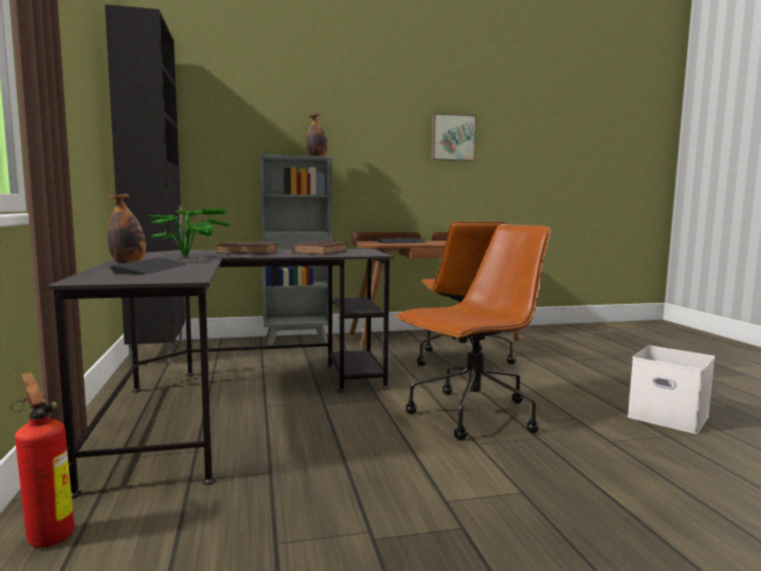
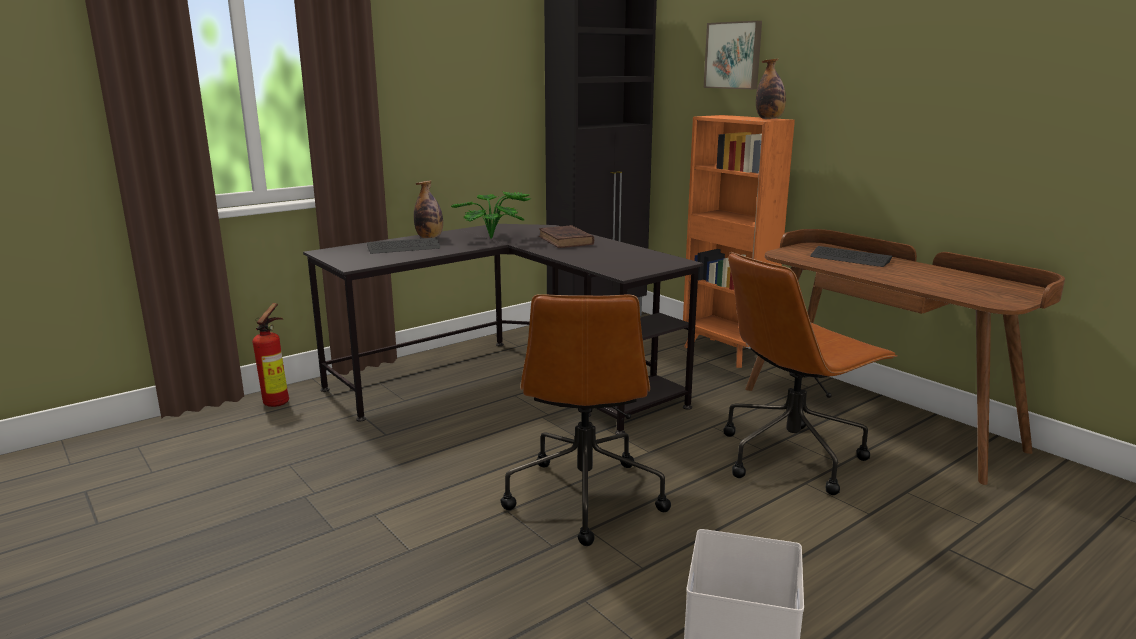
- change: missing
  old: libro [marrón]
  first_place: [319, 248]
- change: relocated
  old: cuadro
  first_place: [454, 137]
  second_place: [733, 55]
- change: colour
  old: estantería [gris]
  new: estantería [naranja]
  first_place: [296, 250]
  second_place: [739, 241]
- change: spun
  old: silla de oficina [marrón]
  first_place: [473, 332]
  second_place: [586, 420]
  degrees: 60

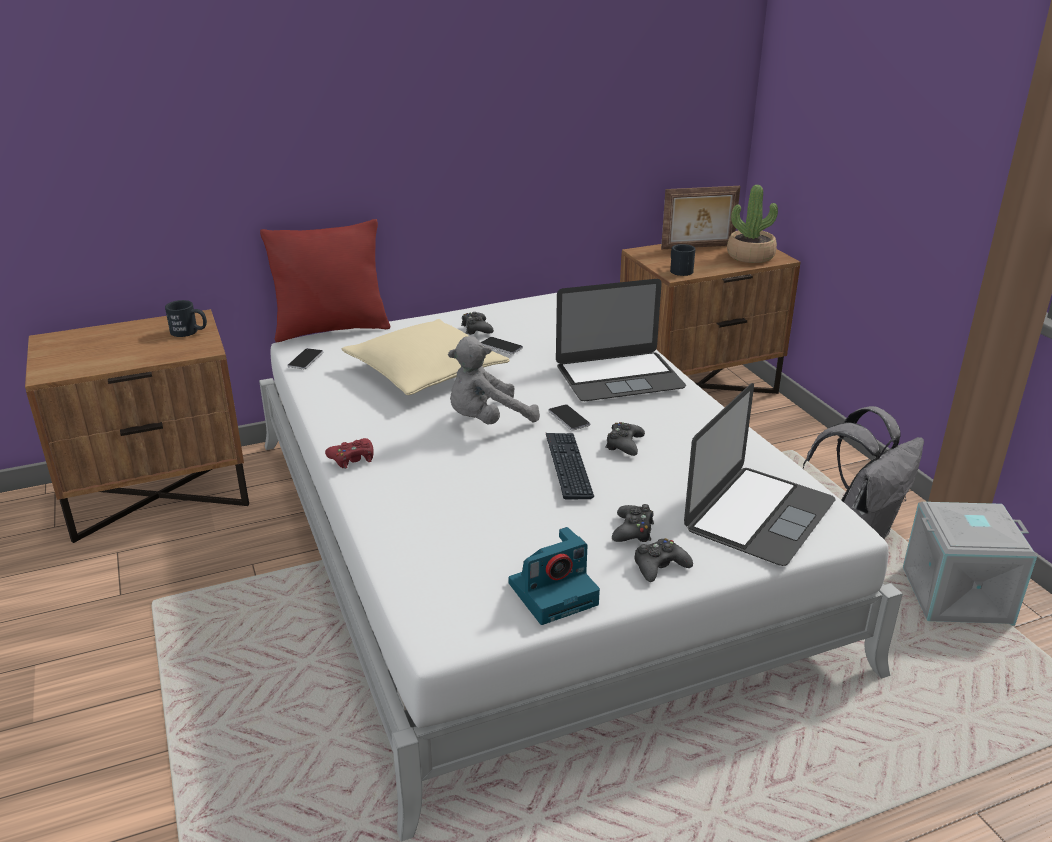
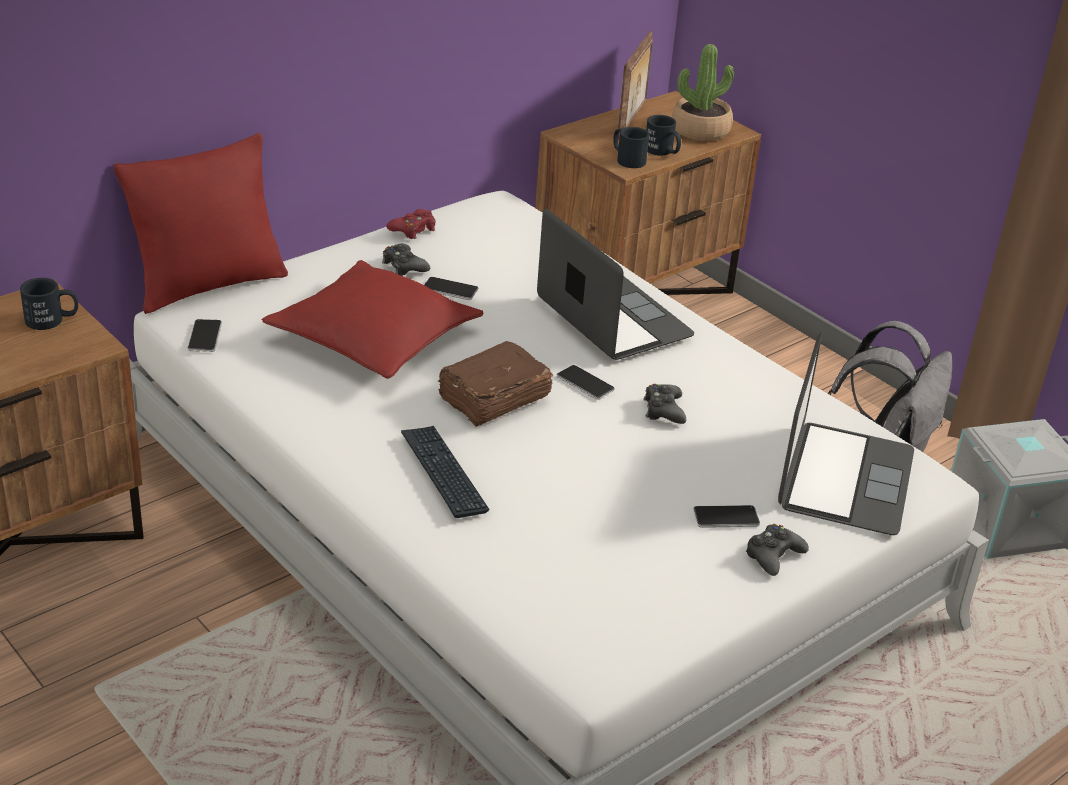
- change: missing
  old: cámara
  first_place: [554, 576]
- change: appeared
  new: taza grande [negro]
  second_place: [663, 135]
- change: relocated
  old: mando de consola [rojo]
  first_place: [349, 453]
  second_place: [410, 224]
- change: relocated
  old: teclado
  first_place: [570, 466]
  second_place: [445, 472]
- change: exchanged
  old: peluche [gris]
  new: libro [marrón]
  first_place: [494, 380]
  second_place: [495, 384]
- change: exchanged
  old: mando de consola [negro]
  new: móvil
  first_place: [633, 523]
  second_place: [726, 516]
- change: colour
  old: cojín [beis]
  new: cojín [rojo]
  first_place: [425, 357]
  second_place: [373, 319]
- change: spun
  old: portátil
  first_place: [621, 340]
  second_place: [615, 284]
  degrees: -90
- change: spun
  old: portarretratos
  first_place: [700, 217]
  second_place: [635, 85]
  degrees: -45

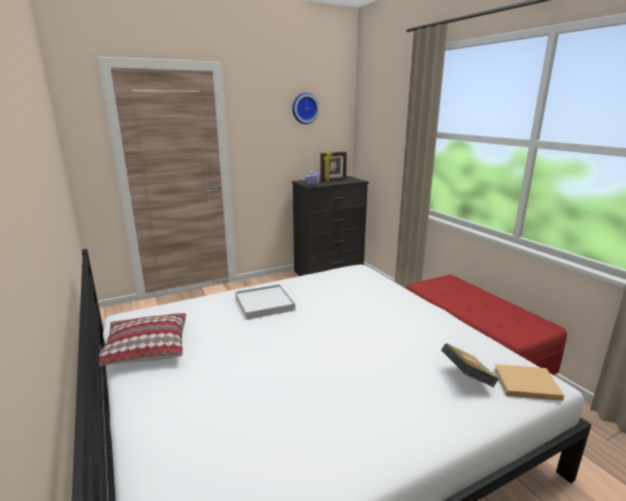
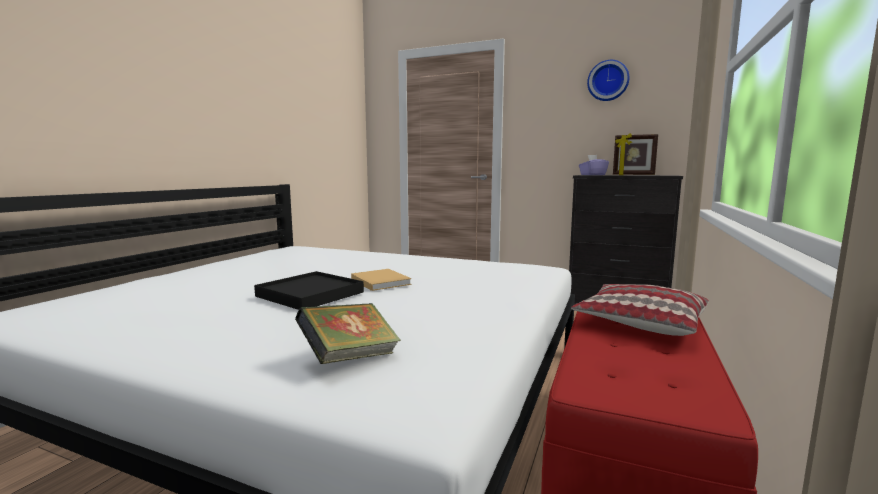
- change: missing
  old: bandeja [blanco]
  first_place: [265, 302]
- change: appeared
  new: bandeja [negro]
  second_place: [309, 290]
- change: relocated
  old: cojín
  first_place: [142, 339]
  second_place: [640, 310]
- change: relocated
  old: libro [beis]
  first_place: [529, 382]
  second_place: [381, 280]

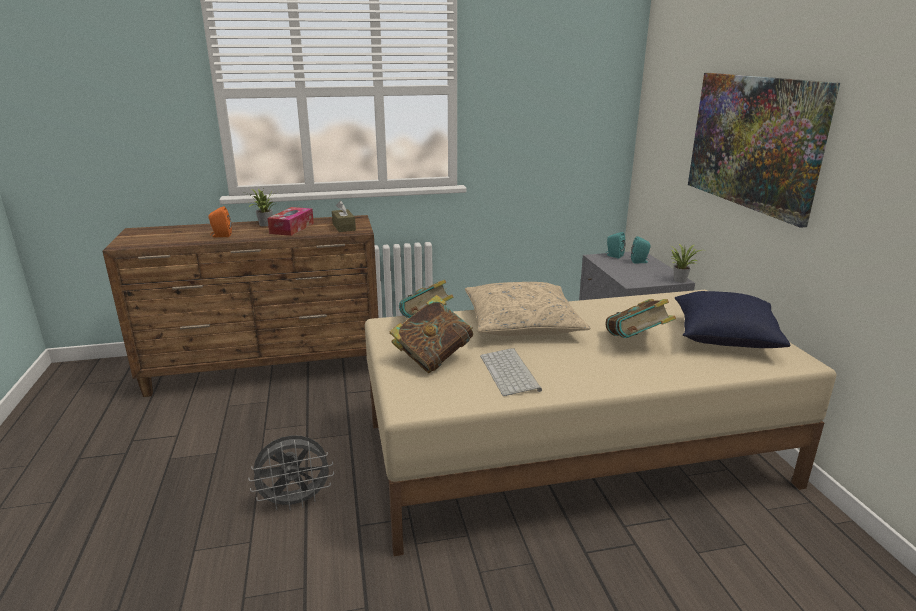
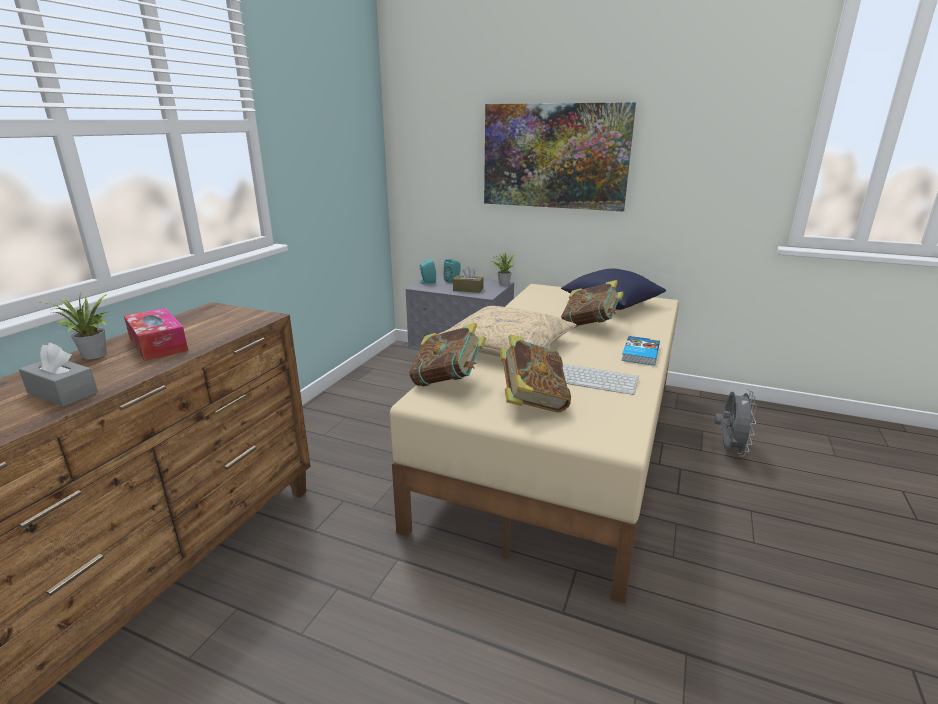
- change: appeared
  new: libro
  second_place: [641, 351]
- change: relocated
  old: ventilador [gris]
  first_place: [291, 473]
  second_place: [735, 422]
- change: relocated
  old: caja de pañuelos [marrón]
  first_place: [344, 216]
  second_place: [468, 280]
- change: exchanged
  old: altavoz [naranja]
  new: caja de pañuelos [gris]
  first_place: [220, 221]
  second_place: [58, 375]

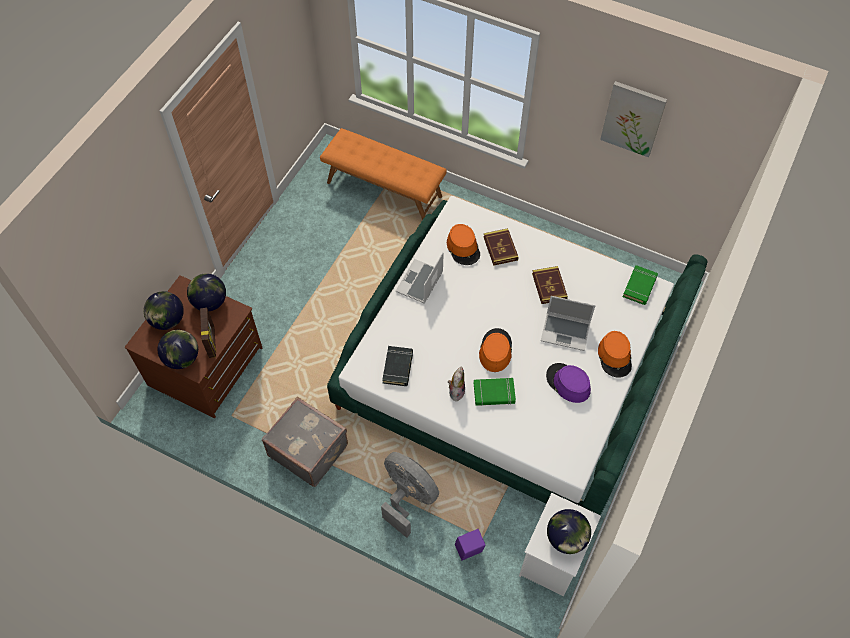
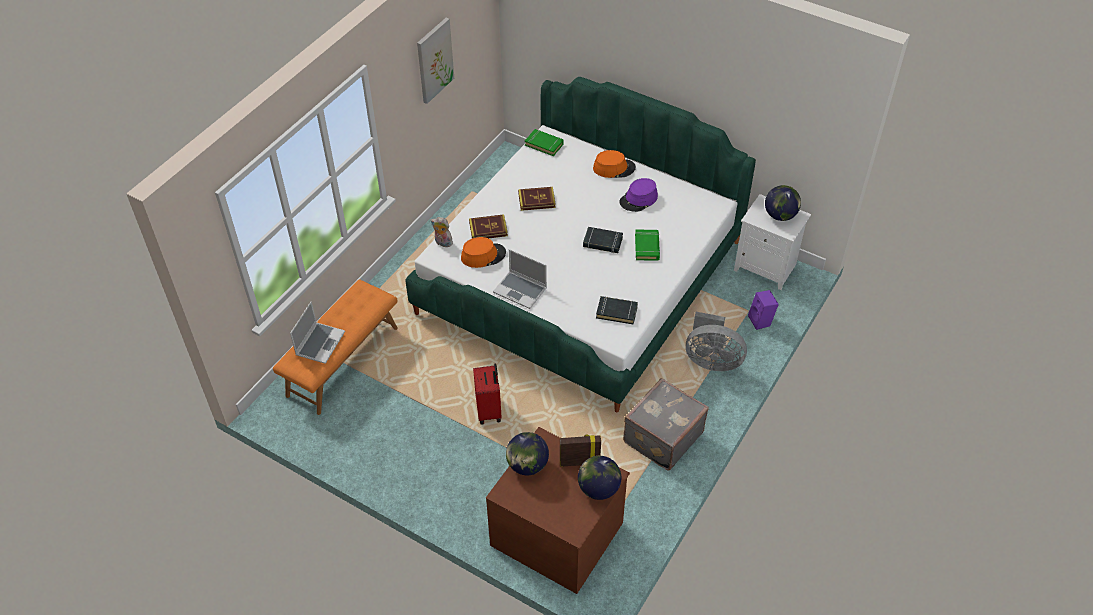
- change: missing
  old: globo terráqueo
  first_place: [164, 310]
- change: appeared
  new: maleta [rojo]
  second_place: [487, 394]
- change: relocated
  old: peluche
  first_place: [456, 383]
  second_place: [442, 232]
- change: relocated
  old: portátil
  first_place: [568, 323]
  second_place: [317, 332]
- change: exchanged
  old: sombrero [naranja]
  new: libro [negro]
  first_place: [495, 350]
  second_place: [603, 240]
- change: spun
  old: ventilador [gris]
  first_place: [410, 495]
  second_place: [716, 341]
  degrees: -120

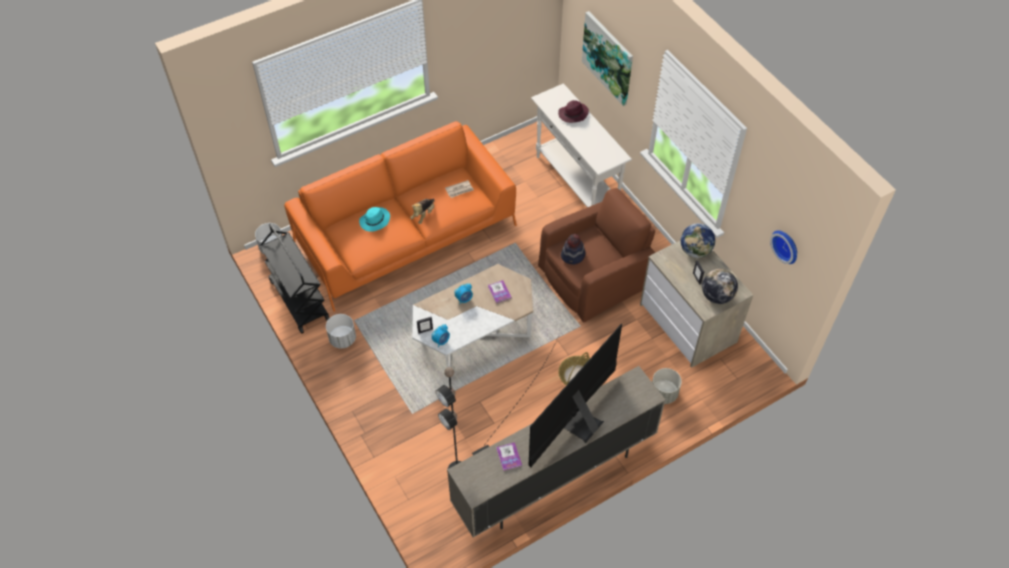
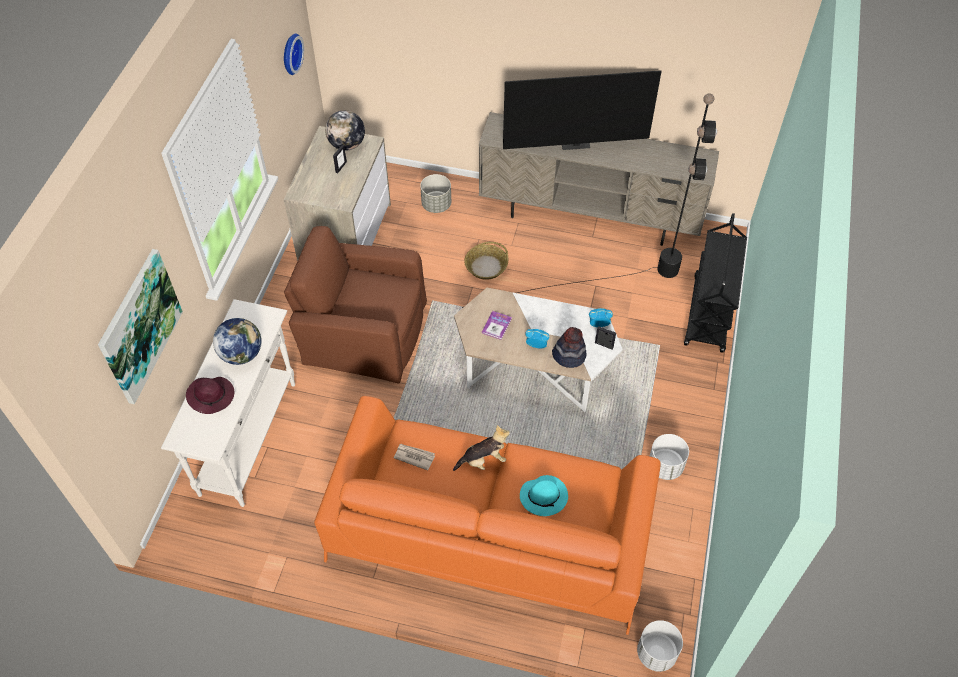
- change: missing
  old: libro
  first_place: [509, 456]
- change: relocated
  old: carrito [negro]
  first_place: [294, 279]
  second_place: [715, 283]
- change: relocated
  old: sombrero
  first_place: [573, 249]
  second_place: [569, 347]
- change: relocated
  old: globo terráqueo
  first_place: [698, 240]
  second_place: [237, 341]

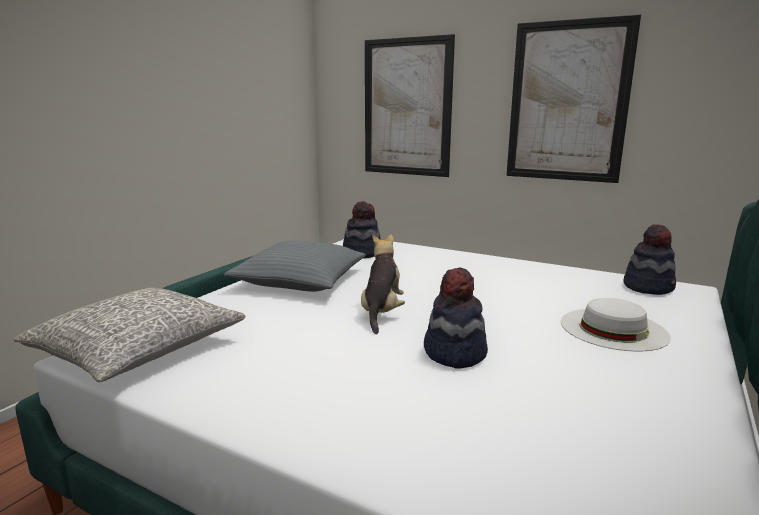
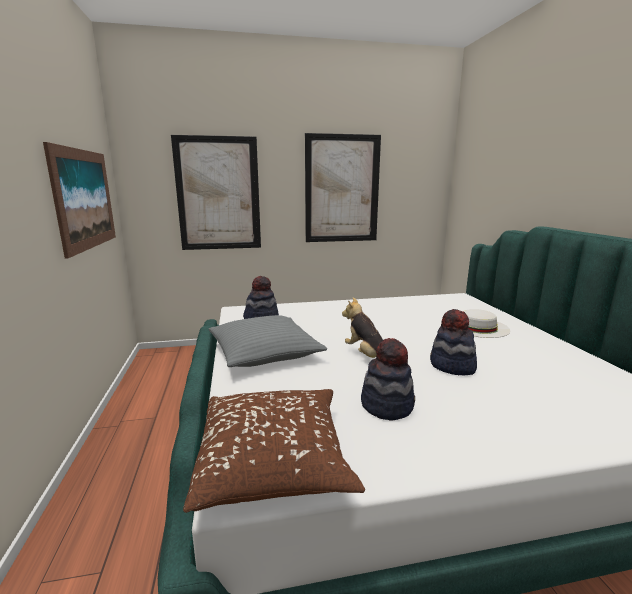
- change: appeared
  new: cuadro
  second_place: [79, 200]
- change: relocated
  old: sombrero
  first_place: [649, 259]
  second_place: [388, 379]
- change: colour
  old: cojín [gris]
  new: cojín [marrón]
  first_place: [129, 335]
  second_place: [274, 451]

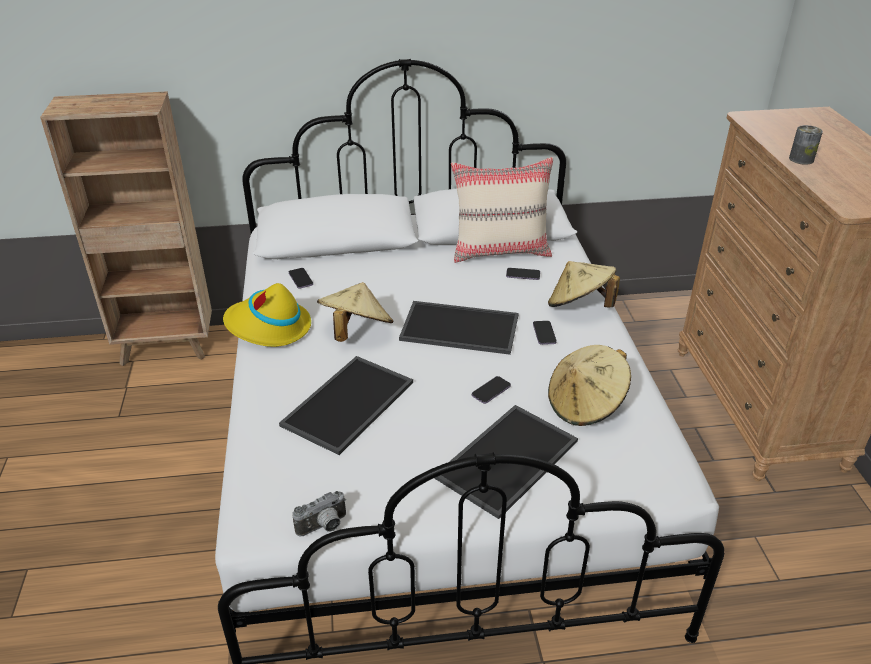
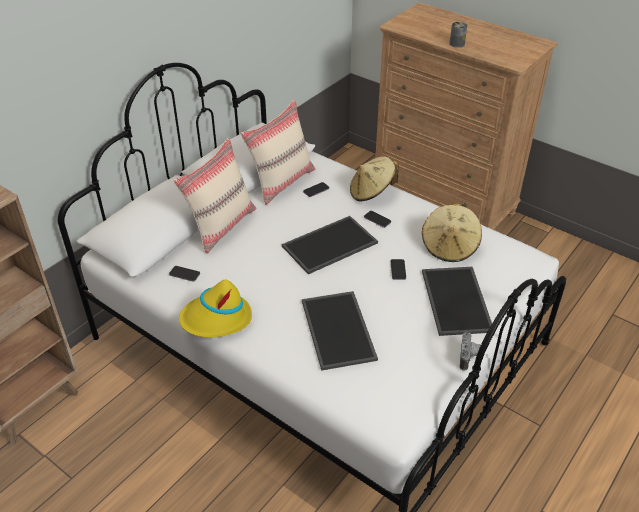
- change: missing
  old: sombrero [beis]
  first_place: [355, 312]
- change: appeared
  new: cojín [beis]
  second_place: [214, 195]
- change: relocated
  old: cámara
  first_place: [319, 513]
  second_place: [470, 351]

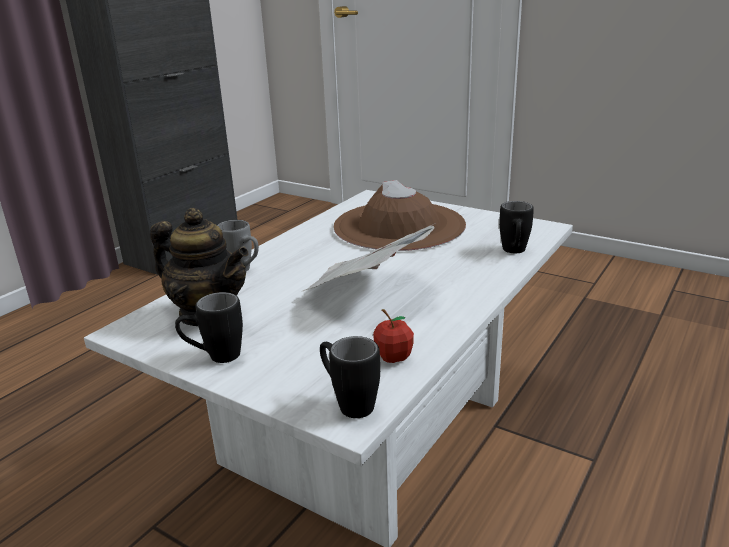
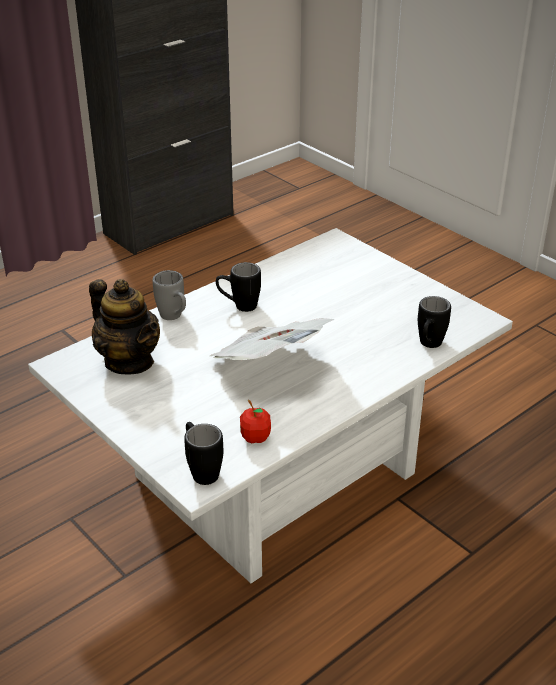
- change: missing
  old: sombrero [marrón]
  first_place: [399, 215]
- change: relocated
  old: taza grande [negro]
  first_place: [209, 327]
  second_place: [238, 287]

